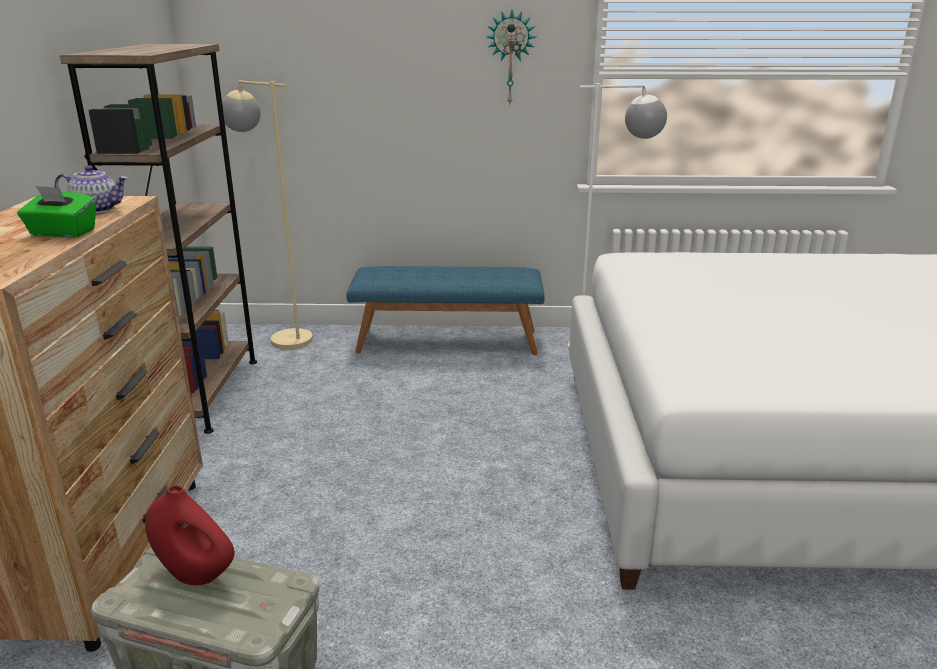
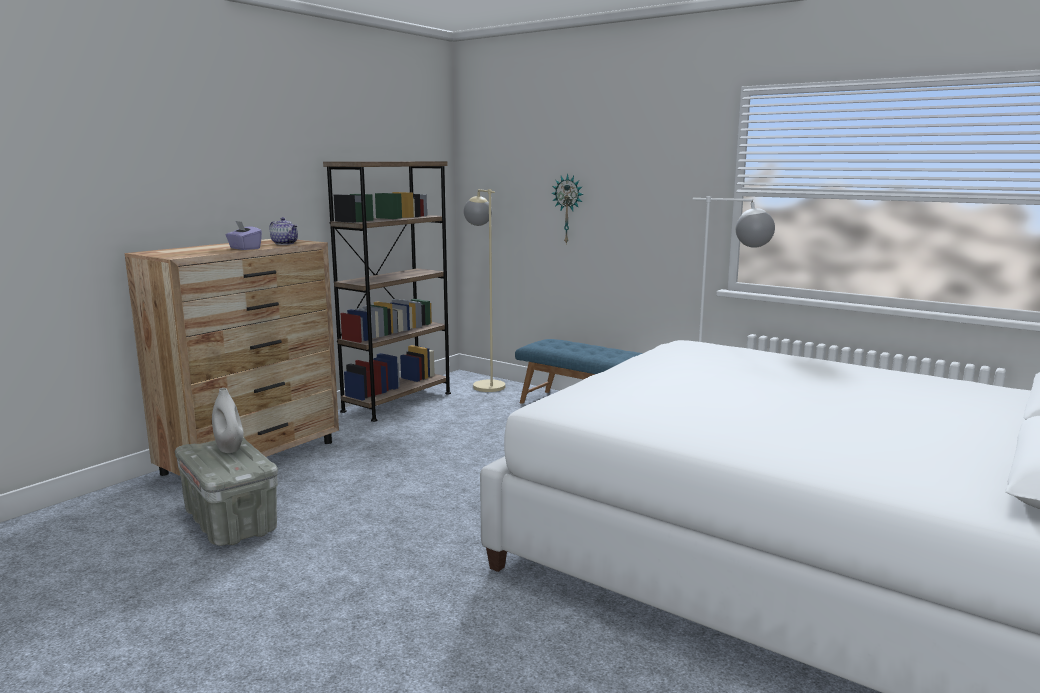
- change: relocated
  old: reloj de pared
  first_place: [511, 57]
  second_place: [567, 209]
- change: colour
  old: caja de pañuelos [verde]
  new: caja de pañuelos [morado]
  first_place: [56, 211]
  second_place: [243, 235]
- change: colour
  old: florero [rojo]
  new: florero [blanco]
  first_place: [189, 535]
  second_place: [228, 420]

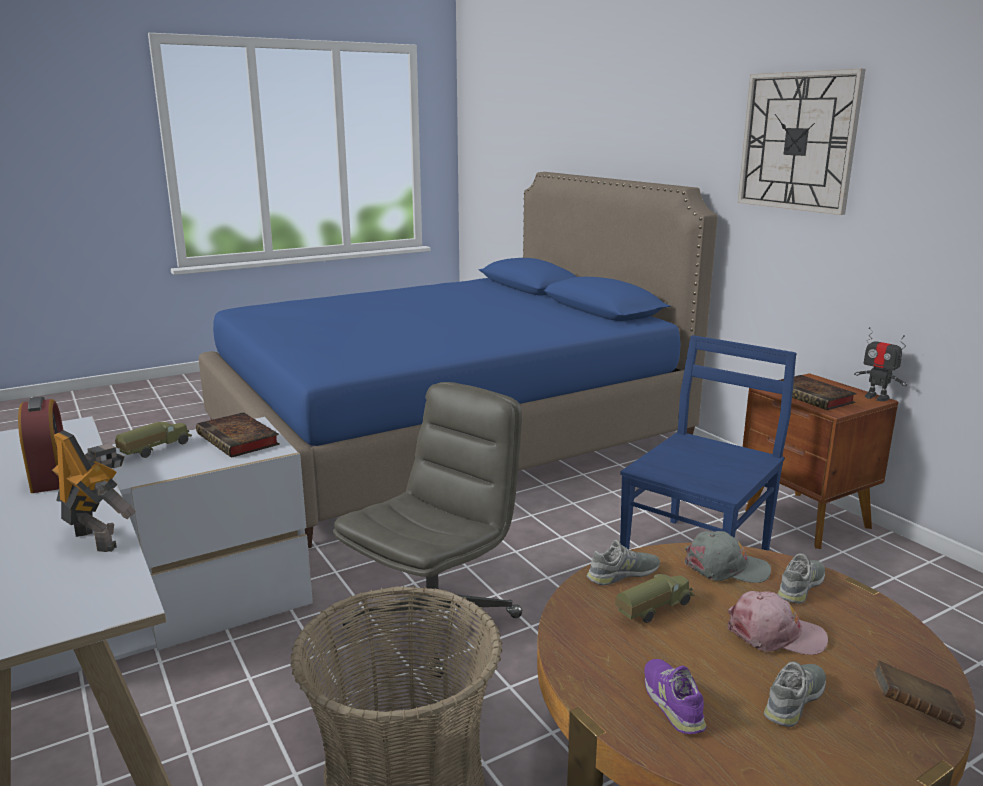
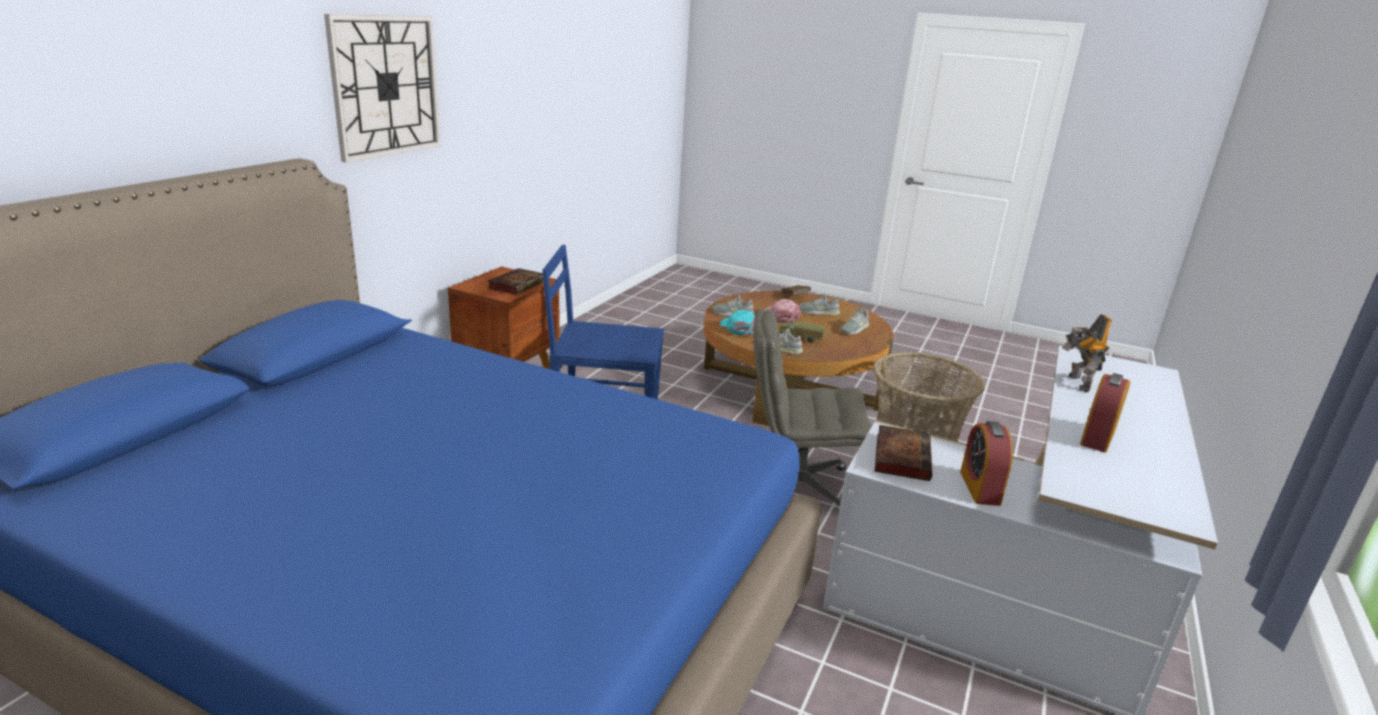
- change: missing
  old: robot de juguete
  first_place: [880, 364]
- change: exchanged
  old: camión de juguete
  new: despertador
  first_place: [153, 440]
  second_place: [986, 463]
- change: colour
  old: zapato [morado]
  new: zapato [gris]
  first_place: [675, 696]
  second_place: [854, 321]
- change: colour
  old: gorra [gris]
  new: gorra [turquesa]
  first_place: [728, 557]
  second_place: [737, 323]

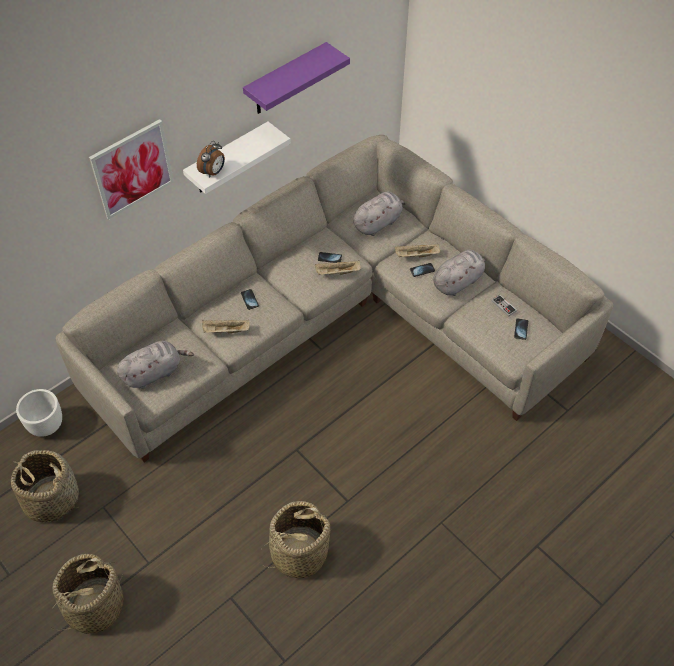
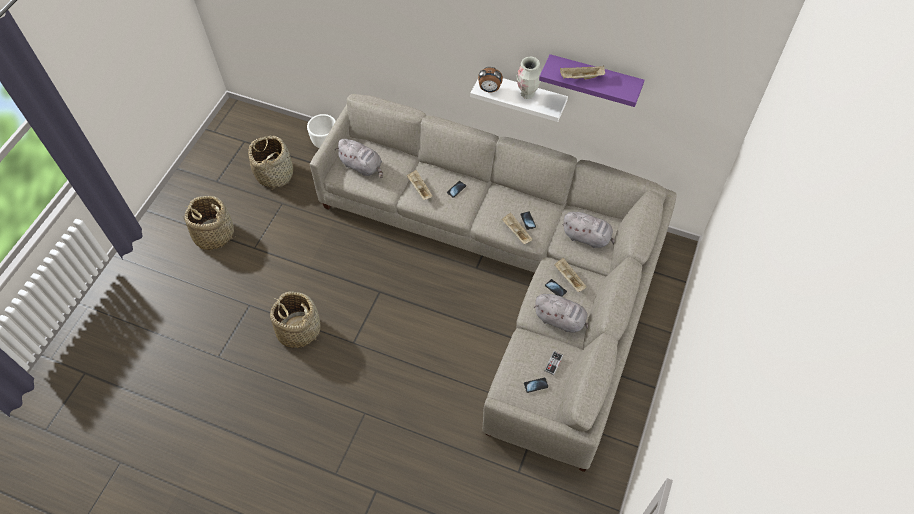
- change: missing
  old: cuadro
  first_place: [131, 169]
- change: appeared
  new: florero
  second_place: [528, 77]
- change: appeared
  new: bandeja [beis]
  second_place: [582, 73]

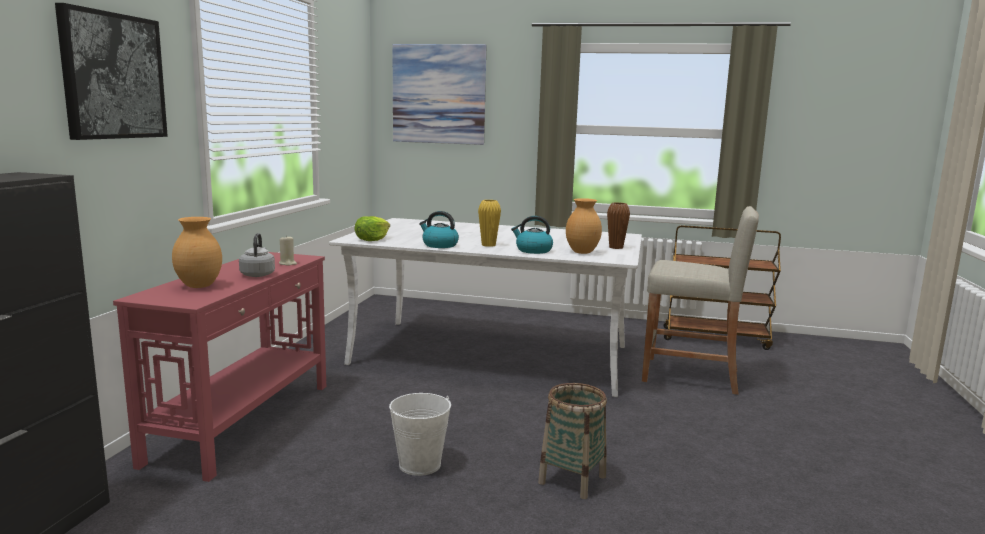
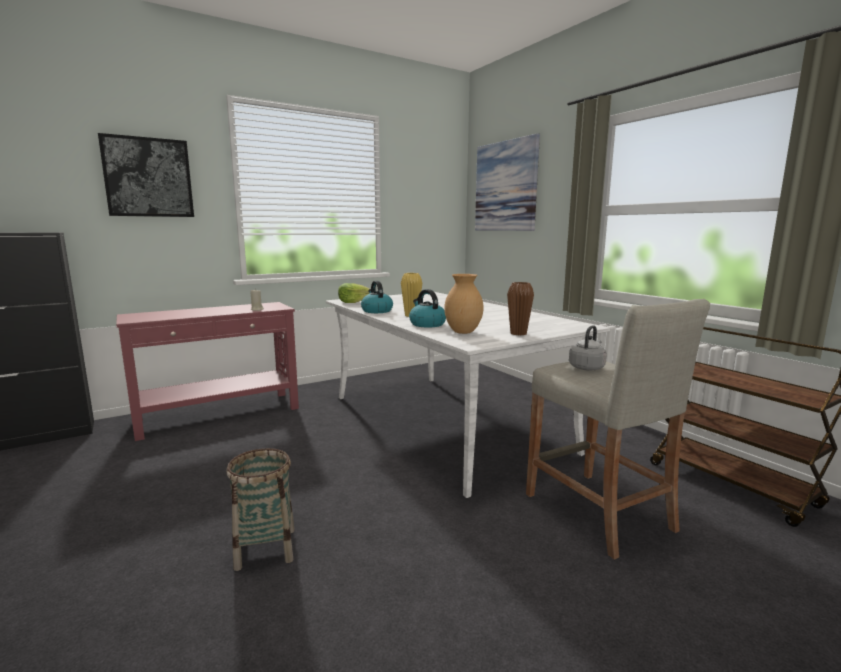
- change: missing
  old: florero [marrón]
  first_place: [197, 252]
- change: missing
  old: cubo [blanco]
  first_place: [420, 434]
- change: relocated
  old: hervidor [gris]
  first_place: [257, 255]
  second_place: [588, 348]

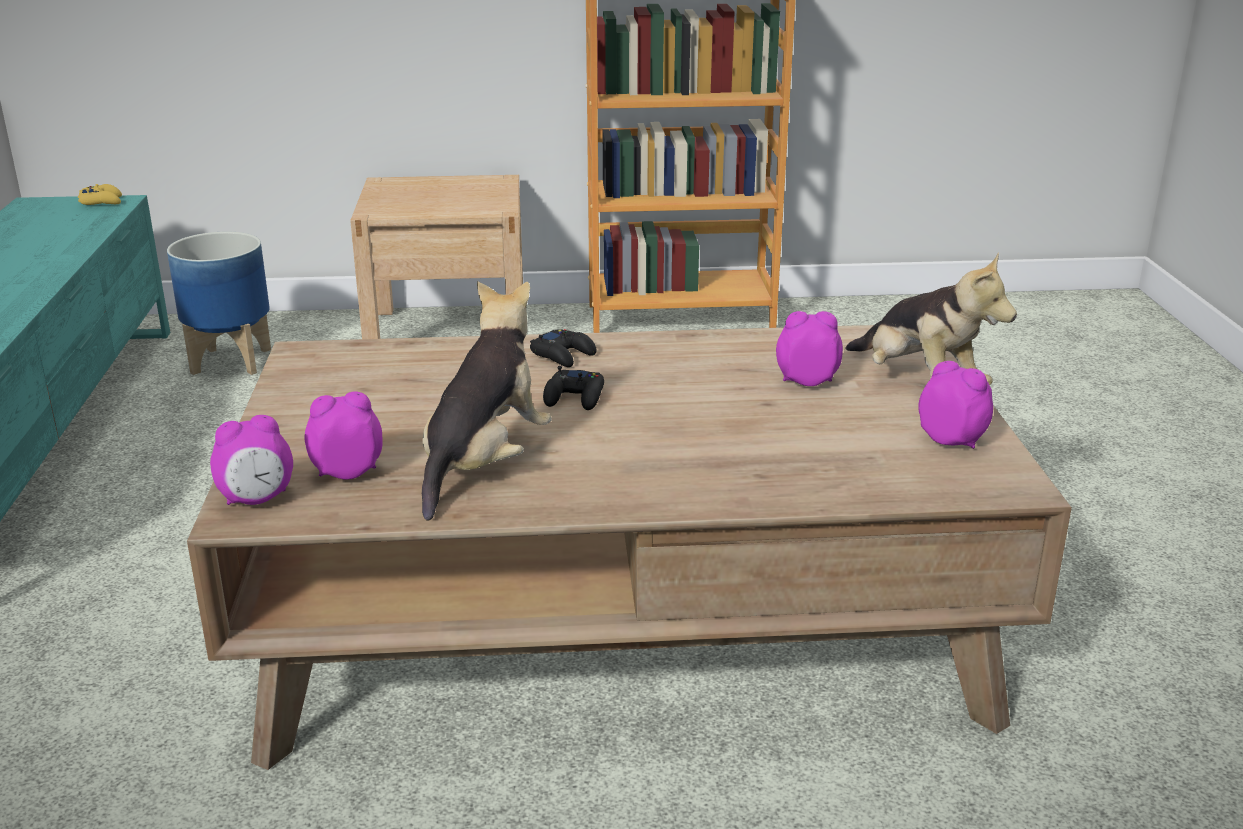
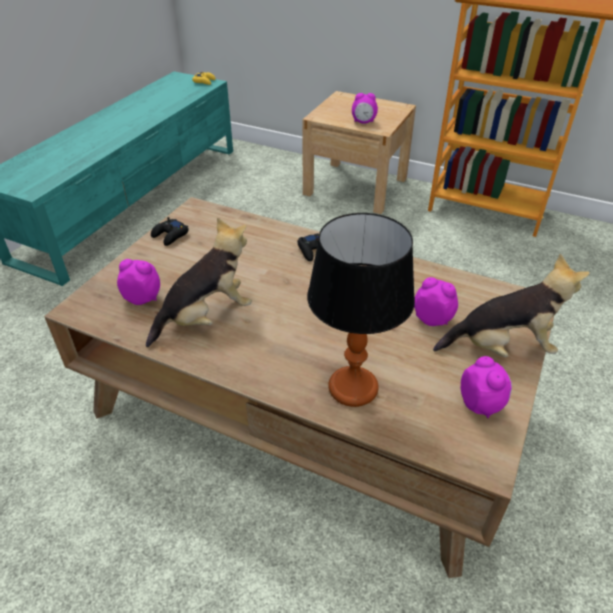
- change: missing
  old: maceta
  first_place: [219, 303]
- change: appeared
  new: lámpara de mesa
  second_place: [361, 310]
- change: relocated
  old: despertador
  first_place: [251, 460]
  second_place: [365, 108]
- change: relocated
  old: mando de consola [negro]
  first_place: [573, 388]
  second_place: [170, 231]
- change: spun
  old: peluche
  first_place: [931, 318]
  second_place: [511, 305]
  degrees: -90

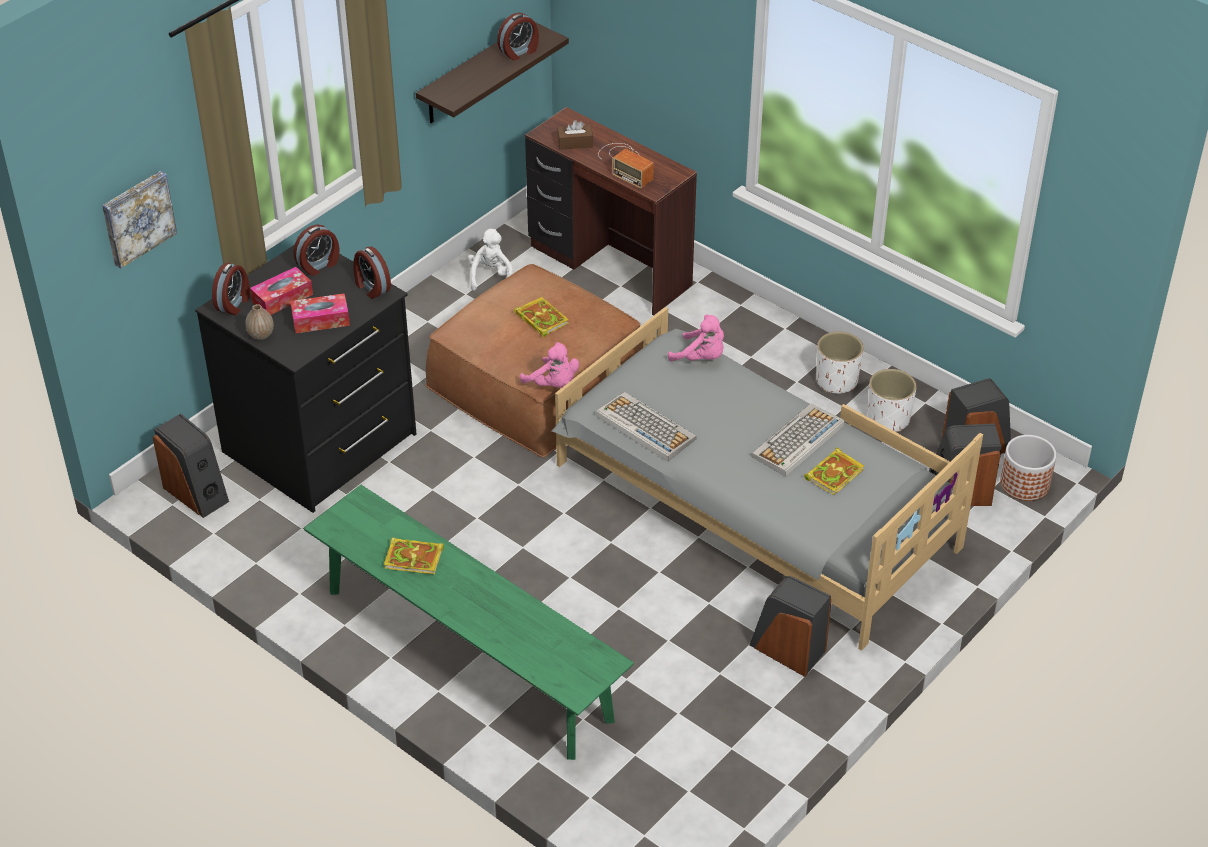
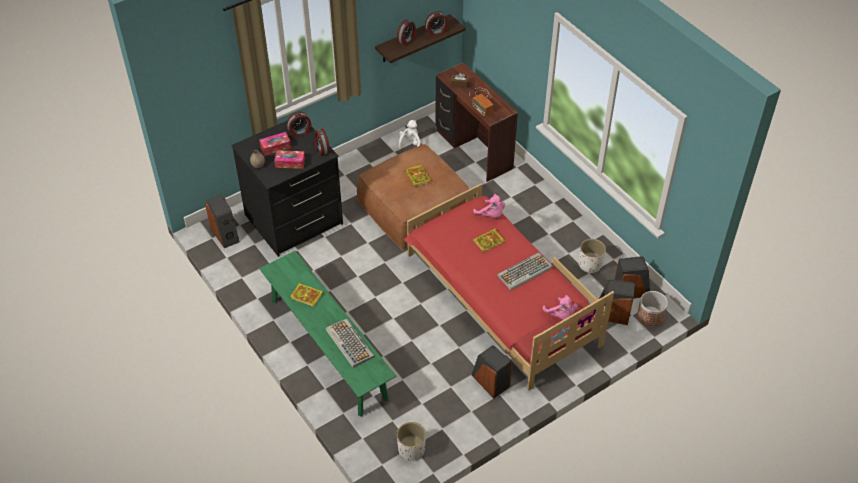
- change: missing
  old: cuadro
  first_place: [139, 220]
- change: relocated
  old: despertador
  first_place: [231, 289]
  second_place: [406, 33]
- change: relocated
  old: peluche [rosa]
  first_place: [549, 365]
  second_place: [560, 307]
- change: relocated
  old: teclado
  first_place: [646, 426]
  second_place: [350, 343]
- change: relocated
  old: libro
  first_place: [834, 471]
  second_place: [489, 240]
- change: relocated
  old: maceta [blanco]
  first_place: [840, 362]
  second_place: [411, 441]
- change: colour
  old: cama [gris]
  new: cama [rojo]
  first_place: [767, 479]
  second_place: [508, 287]

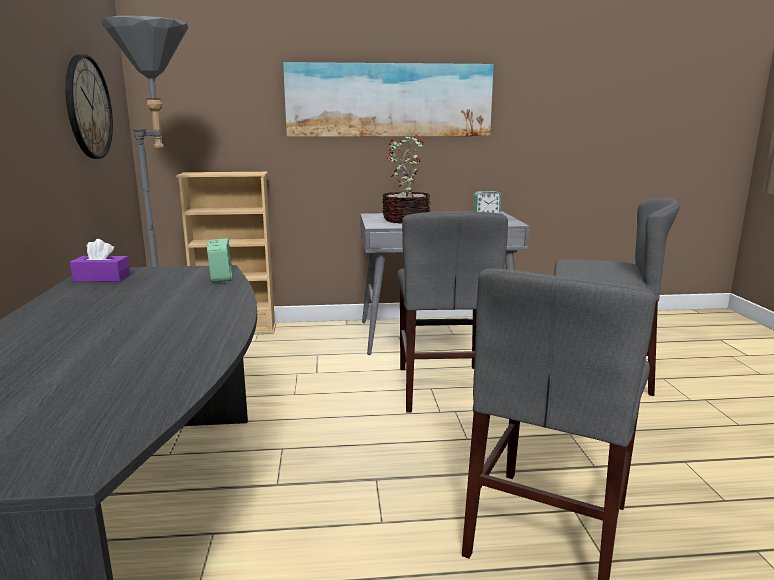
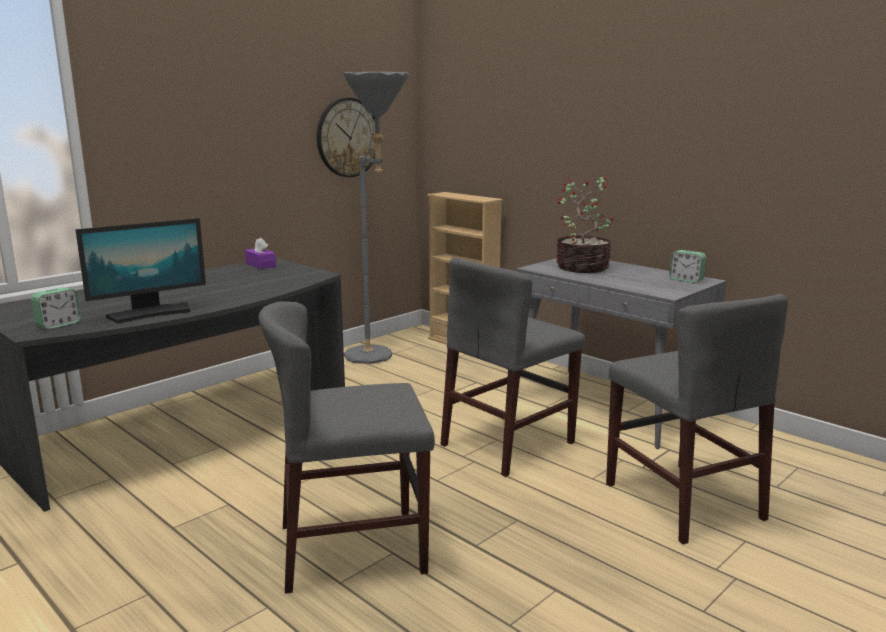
- change: missing
  old: cuadro
  first_place: [388, 99]
- change: appeared
  new: monitor
  second_place: [140, 271]
- change: relocated
  old: despertador
  first_place: [219, 260]
  second_place: [56, 308]

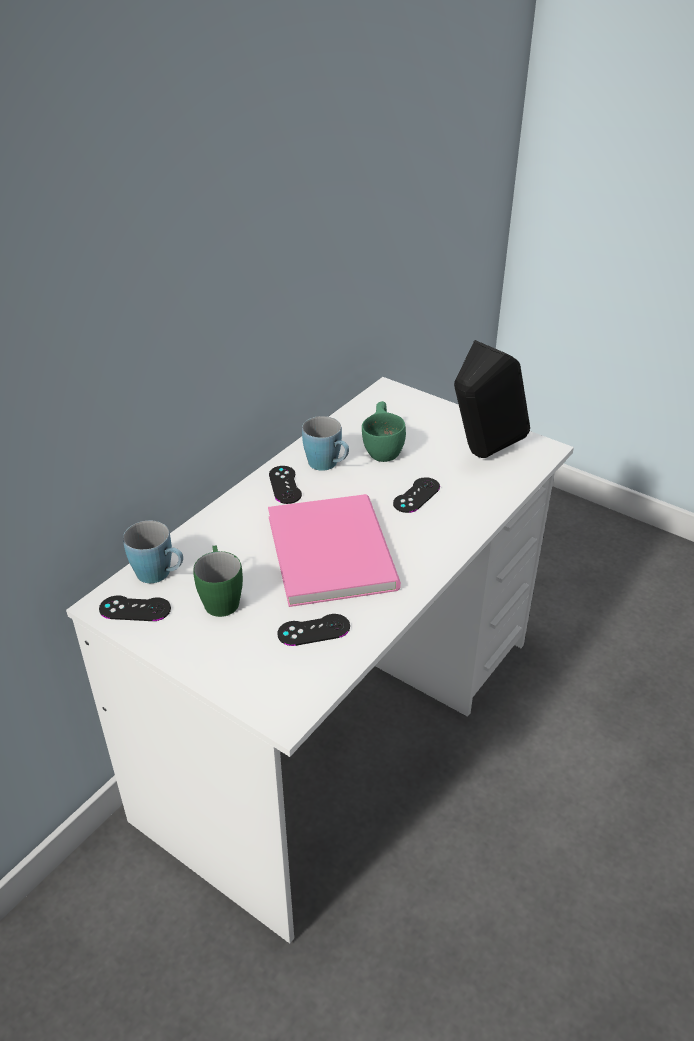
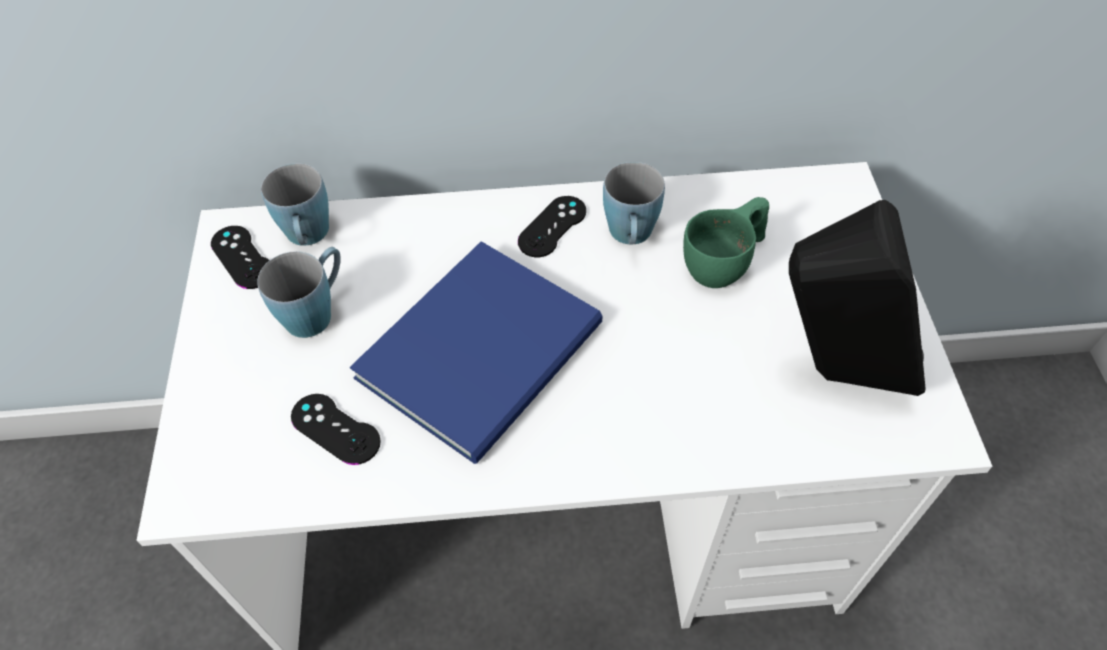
- change: missing
  old: mando de consola [negro]
  first_place: [416, 495]
- change: colour
  old: taza grande [verde]
  new: taza grande [azul]
  first_place: [218, 581]
  second_place: [299, 292]
- change: colour
  old: libro [rosa]
  new: libro [azul]
  first_place: [334, 550]
  second_place: [476, 352]

